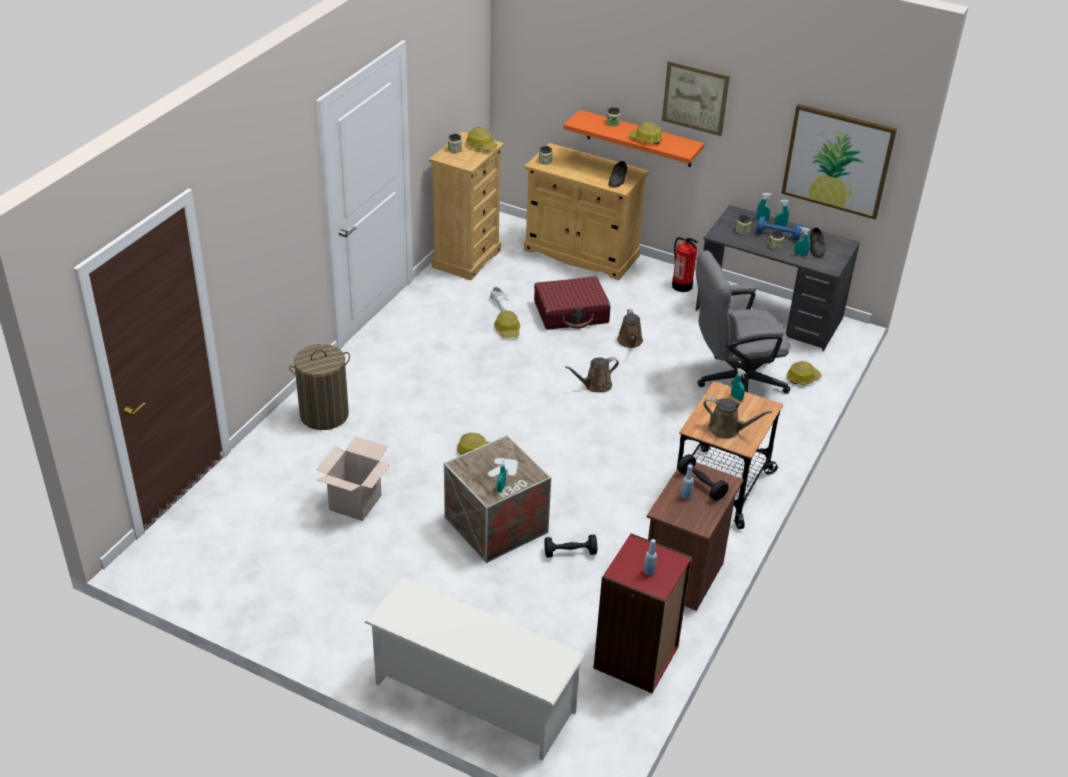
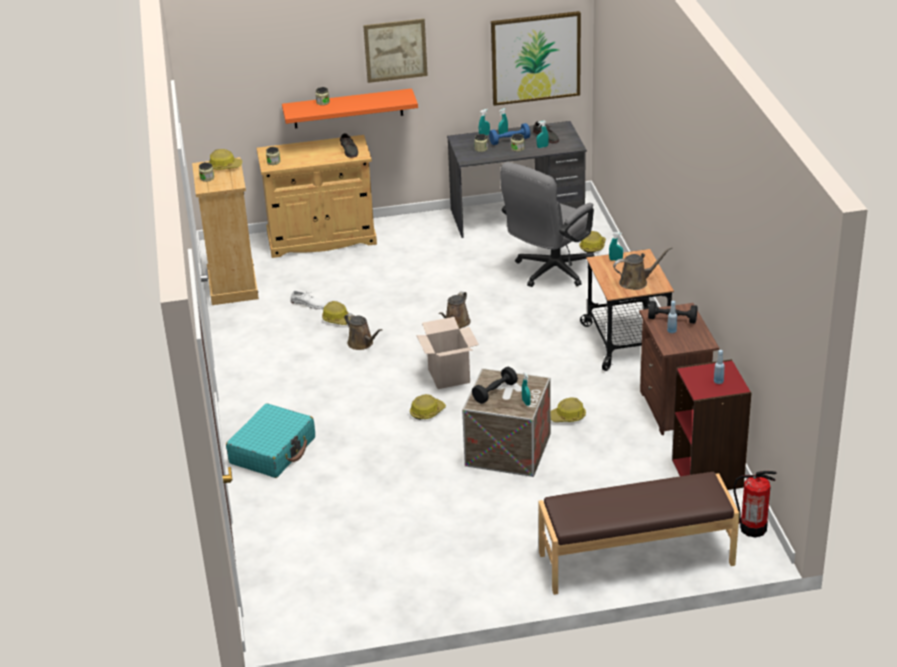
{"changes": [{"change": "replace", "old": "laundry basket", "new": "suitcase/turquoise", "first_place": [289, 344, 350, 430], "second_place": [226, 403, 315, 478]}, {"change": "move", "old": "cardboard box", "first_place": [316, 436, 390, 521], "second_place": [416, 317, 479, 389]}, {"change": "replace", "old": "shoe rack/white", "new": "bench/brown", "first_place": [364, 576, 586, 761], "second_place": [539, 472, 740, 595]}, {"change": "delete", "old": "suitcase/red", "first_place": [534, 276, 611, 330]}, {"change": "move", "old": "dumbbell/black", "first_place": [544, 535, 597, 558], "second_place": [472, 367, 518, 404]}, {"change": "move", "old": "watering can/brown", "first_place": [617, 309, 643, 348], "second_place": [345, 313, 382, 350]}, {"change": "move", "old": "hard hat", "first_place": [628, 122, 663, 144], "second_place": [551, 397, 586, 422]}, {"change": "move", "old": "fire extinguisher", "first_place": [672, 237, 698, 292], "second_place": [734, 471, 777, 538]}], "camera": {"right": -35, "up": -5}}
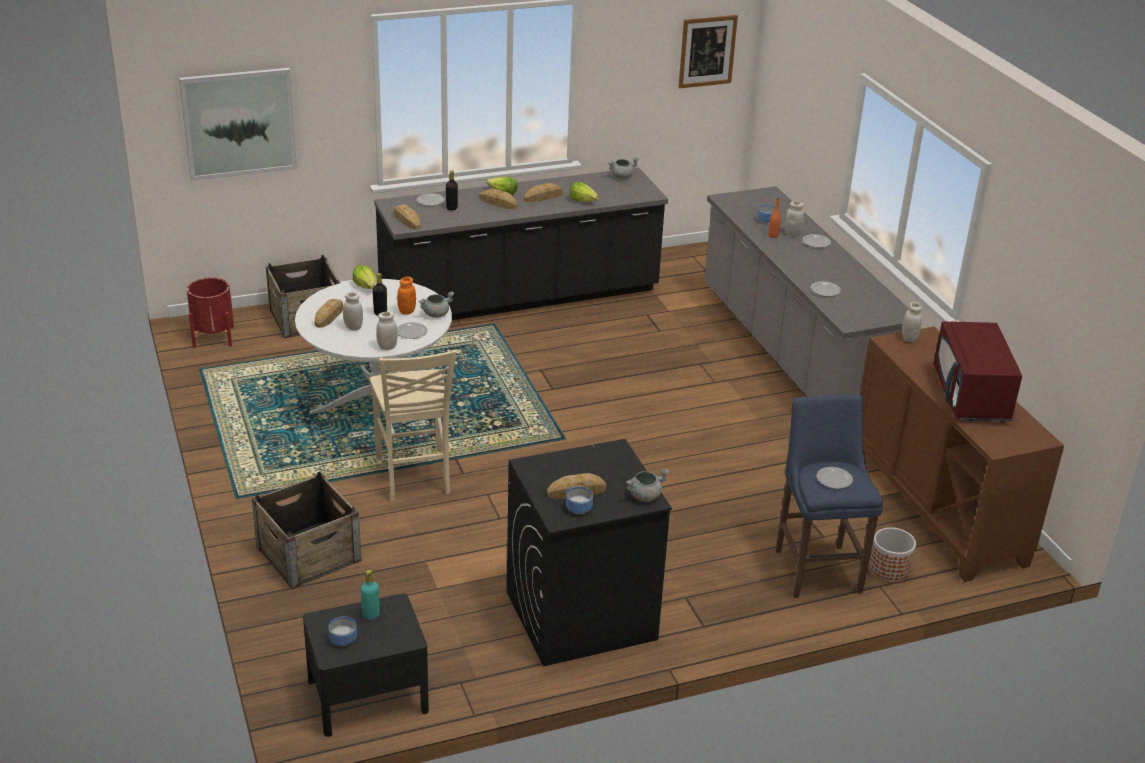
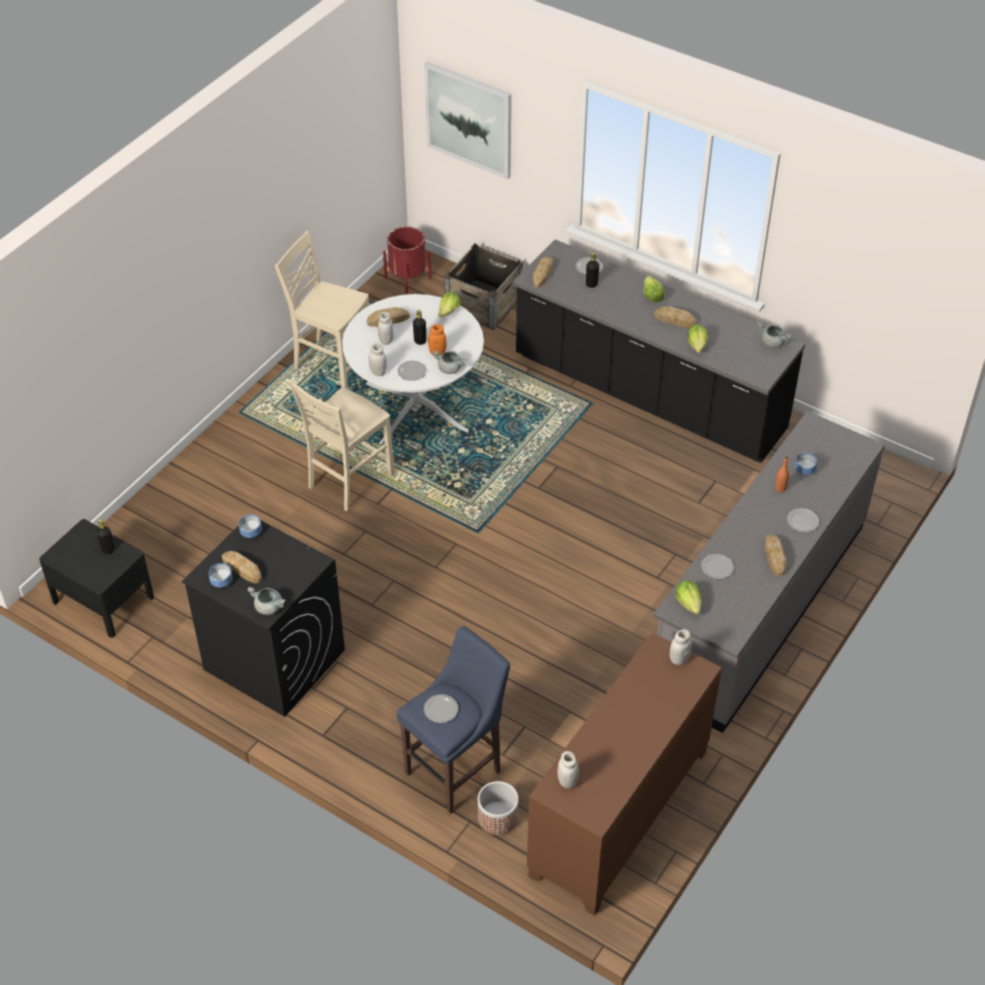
{"changes": [{"change": "delete", "old": "crate", "first_place": [252, 472, 361, 589]}, {"change": "move", "old": "bowl", "first_place": [329, 617, 357, 646], "second_place": [239, 514, 262, 538]}, {"change": "recolor", "old": "bottle/turquoise", "new": "bottle/black", "first_place": [361, 570, 380, 620], "second_place": [96, 519, 115, 554]}, {"change": "move", "old": "bread", "first_place": [479, 189, 517, 209], "second_place": [765, 535, 787, 576]}, {"change": "delete", "old": "picture", "first_place": [679, 15, 738, 88]}, {"change": "move", "old": "jar/white", "first_place": [785, 201, 804, 236], "second_place": [557, 751, 579, 788]}, {"change": "delete", "old": "microwave/red", "first_place": [933, 321, 1022, 423]}, {"change": "insert", "new": "chair/beige", "second_place": [275, 230, 369, 389]}, {"change": "insert", "new": "lettuce", "second_place": [675, 580, 702, 615]}], "camera": {"right": 55, "up": 15}}
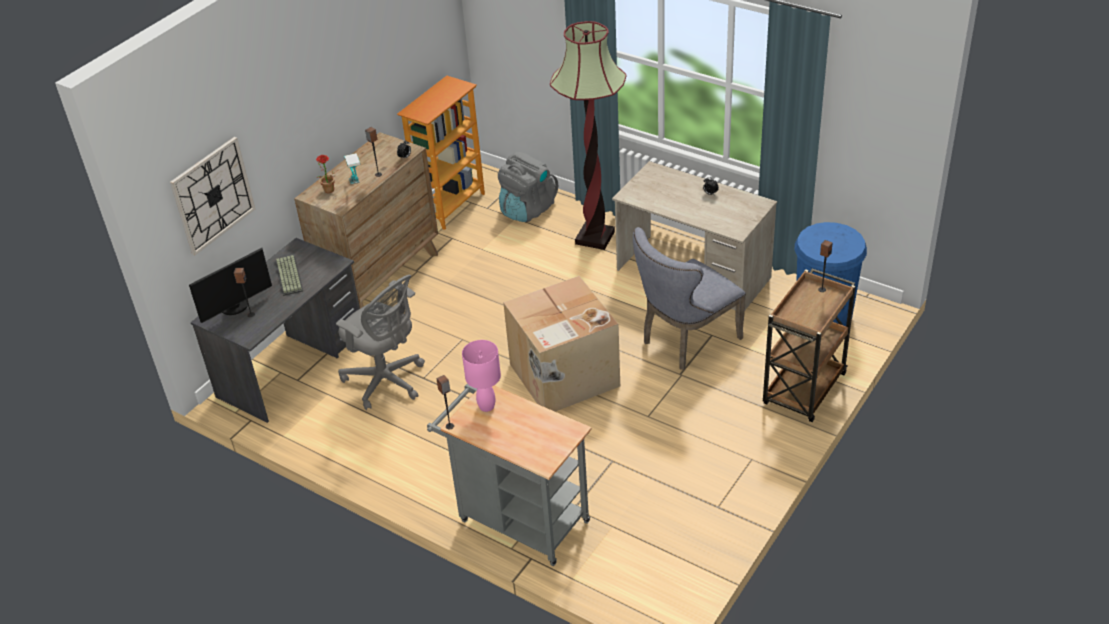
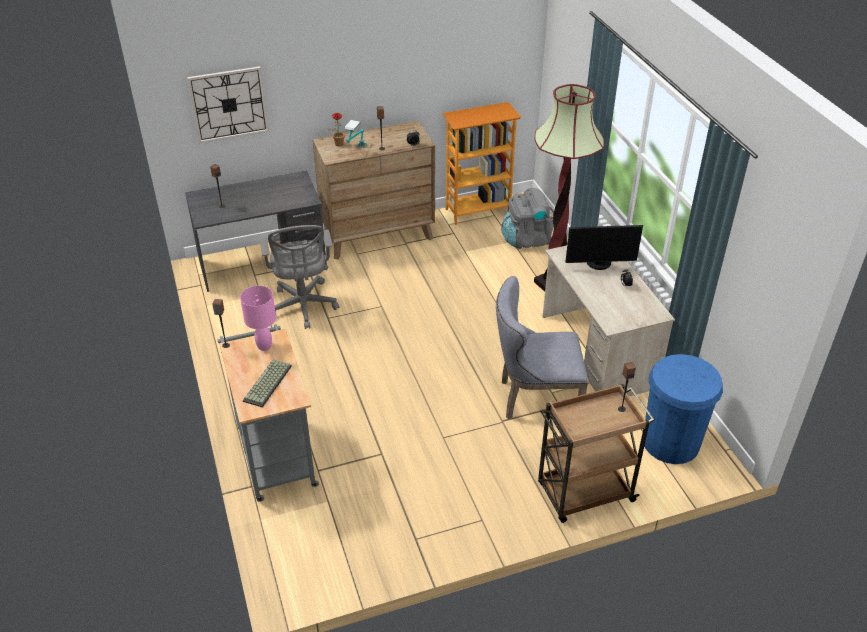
{"changes": [{"change": "move", "old": "monitor", "first_place": [189, 248, 272, 323], "second_place": [565, 225, 643, 270]}, {"change": "move", "old": "keyboard", "first_place": [275, 255, 303, 296], "second_place": [243, 359, 292, 407]}, {"change": "delete", "old": "cardboard box", "first_place": [503, 276, 620, 412]}], "camera": {"right": 35, "up": 0}}
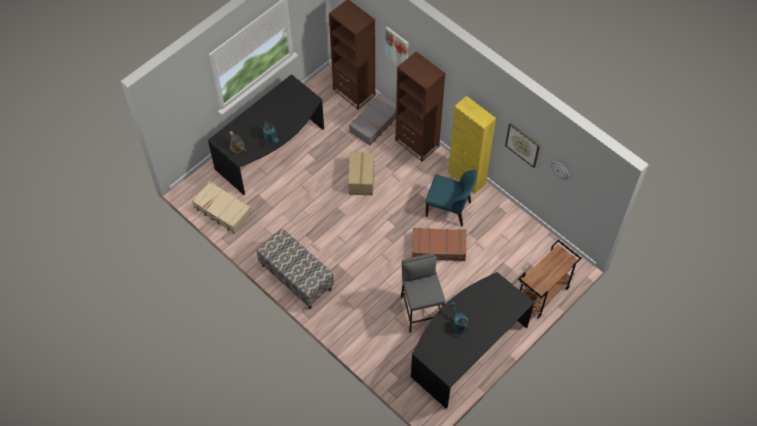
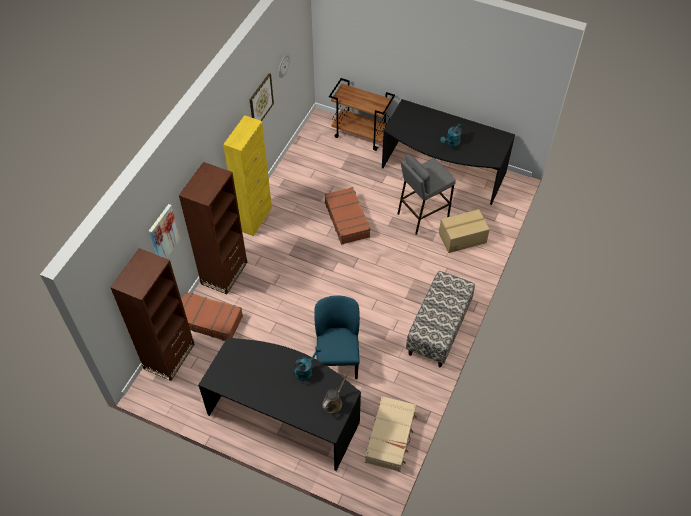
{"changes": [{"change": "move", "old": "cardboard box", "first_place": [348, 152, 374, 195], "second_place": [439, 209, 490, 253]}, {"change": "recolor", "old": "suitcase/grey", "new": "suitcase/brown", "first_place": [349, 93, 396, 145], "second_place": [182, 292, 243, 341]}, {"change": "move", "old": "chair/blue", "first_place": [425, 170, 477, 227], "second_place": [314, 296, 360, 379]}], "camera": {"right": -110, "up": -5}}
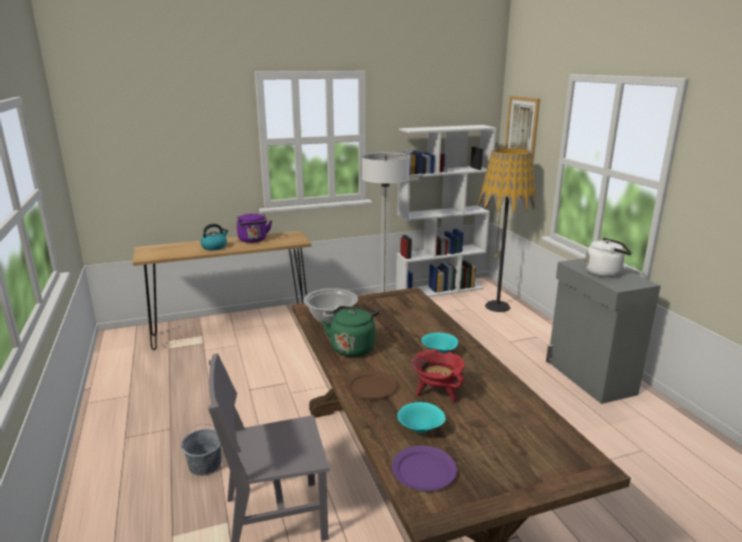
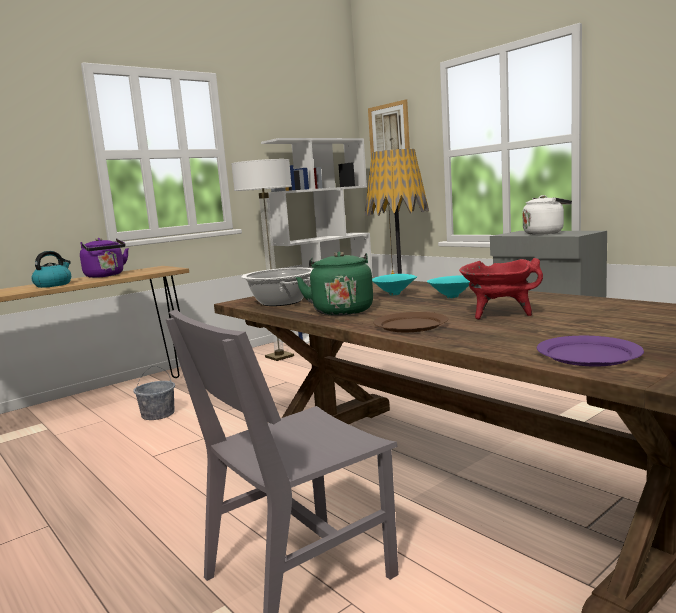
{"changes": [{"change": "move", "old": "bucket/grey", "first_place": [181, 424, 221, 476], "second_place": [133, 366, 175, 420]}, {"change": "move", "old": "bowl/turquoise", "first_place": [397, 402, 446, 433], "second_place": [372, 274, 417, 295]}], "camera": {"right": -20, "up": -10}}
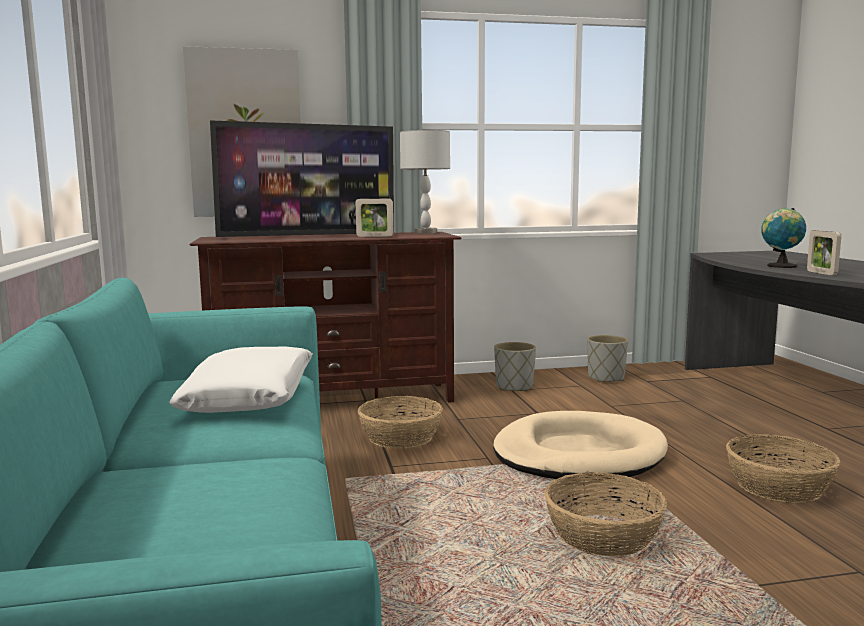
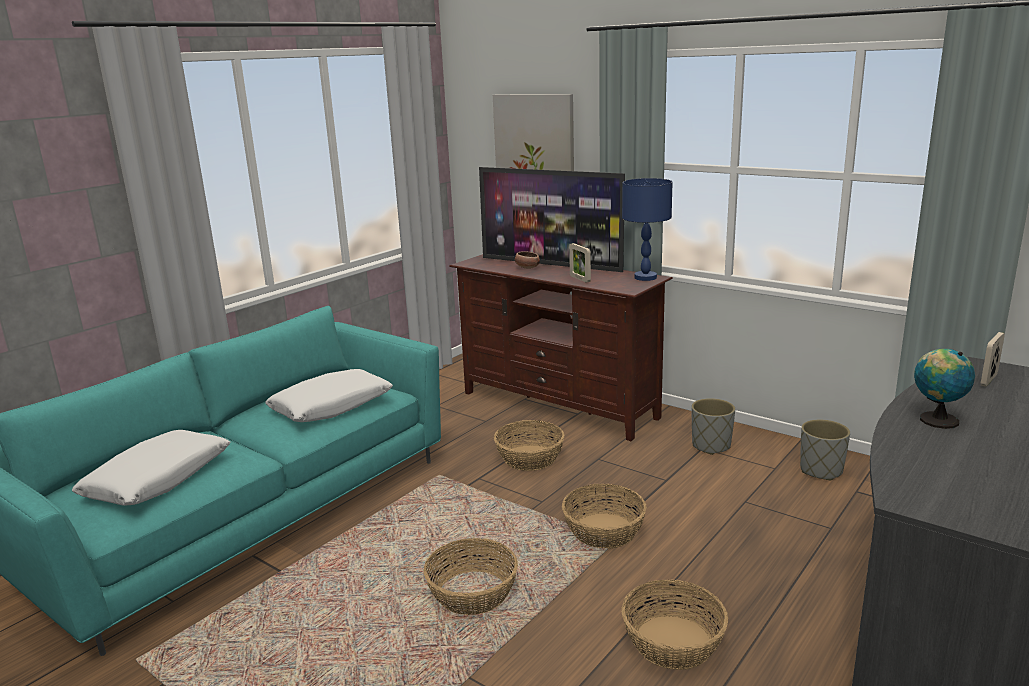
{"changes": [{"change": "recolor", "old": "table lamp/grey", "new": "table lamp/blue", "first_place": [400, 130, 450, 234], "second_place": [622, 178, 672, 281]}, {"change": "replace", "old": "dog bed/beige", "new": "basket", "first_place": [493, 411, 668, 481], "second_place": [562, 484, 647, 549]}, {"change": "move", "old": "picture frame", "first_place": [807, 230, 841, 275], "second_place": [980, 332, 1005, 387]}, {"change": "insert", "new": "pillow/white", "second_place": [72, 430, 230, 506]}, {"change": "insert", "new": "bowl", "second_place": [515, 251, 540, 269]}], "camera": {"right": 50, "up": 10}}
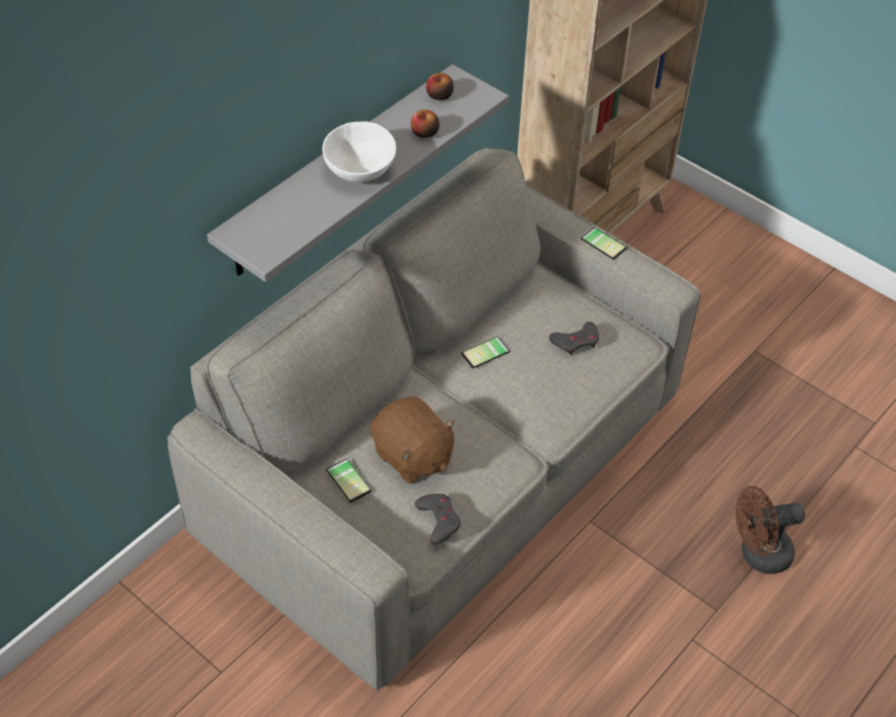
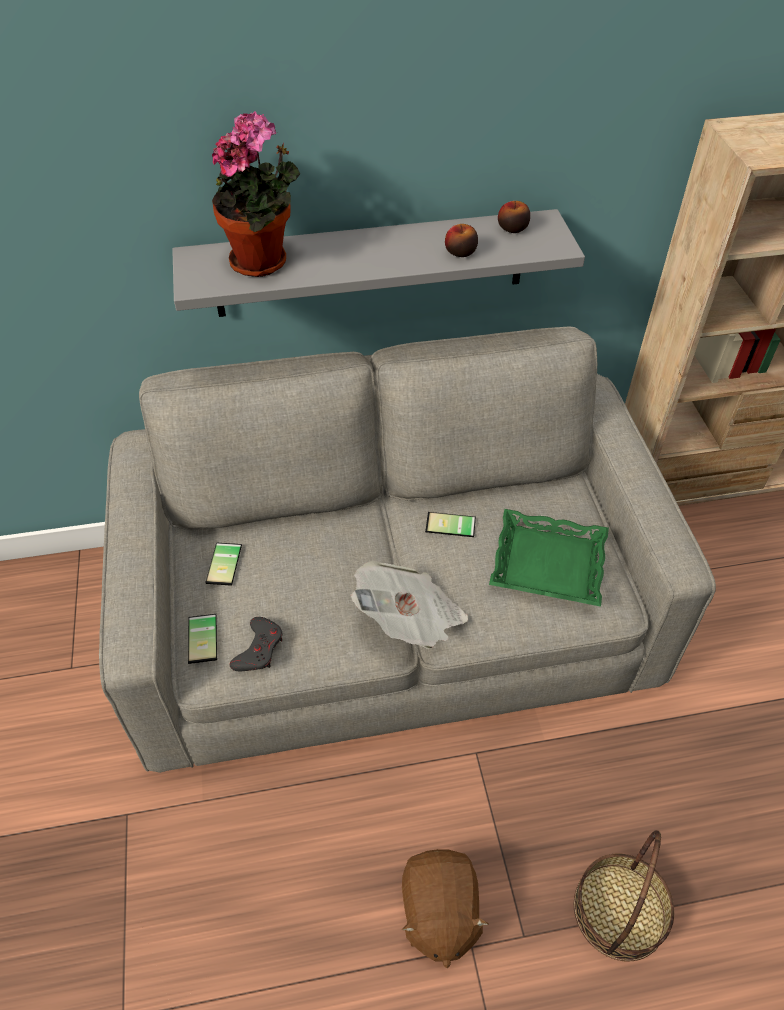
{"changes": [{"change": "delete", "old": "bowl/white", "first_place": [322, 121, 396, 182]}, {"change": "move", "old": "plush toy/brown", "first_place": [370, 396, 456, 484], "second_place": [401, 849, 489, 968]}, {"change": "replace", "old": "game controller/grey", "new": "tray/green", "first_place": [549, 322, 599, 355], "second_place": [489, 509, 609, 607]}, {"change": "move", "old": "phone", "first_place": [581, 227, 627, 260], "second_place": [188, 614, 223, 664]}, {"change": "replace", "old": "fan/brown", "new": "basket", "first_place": [736, 486, 805, 574], "second_place": [574, 830, 674, 962]}, {"change": "insert", "new": "potted plant", "second_place": [212, 111, 300, 277]}, {"change": "insert", "new": "newspaper", "second_place": [350, 561, 468, 649]}], "camera": {"right": 40, "up": 0}}
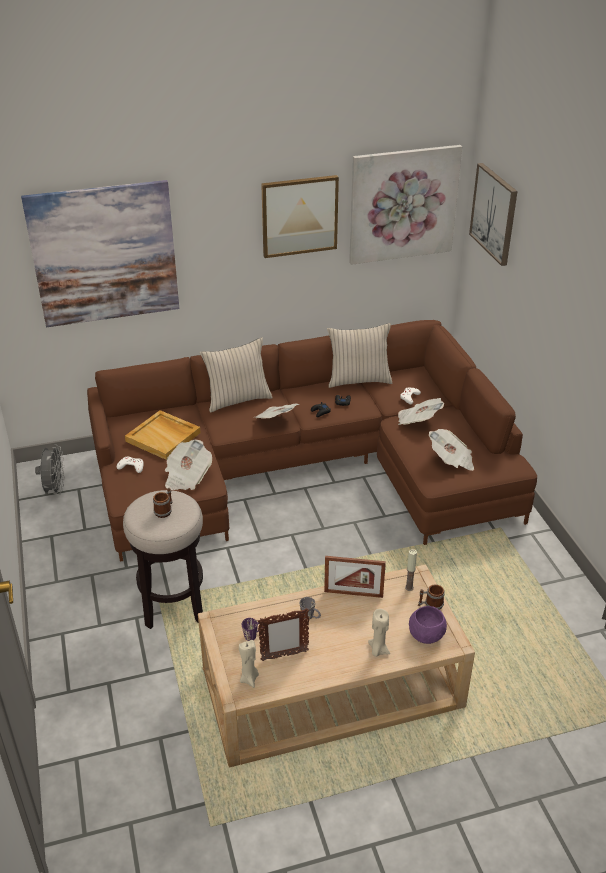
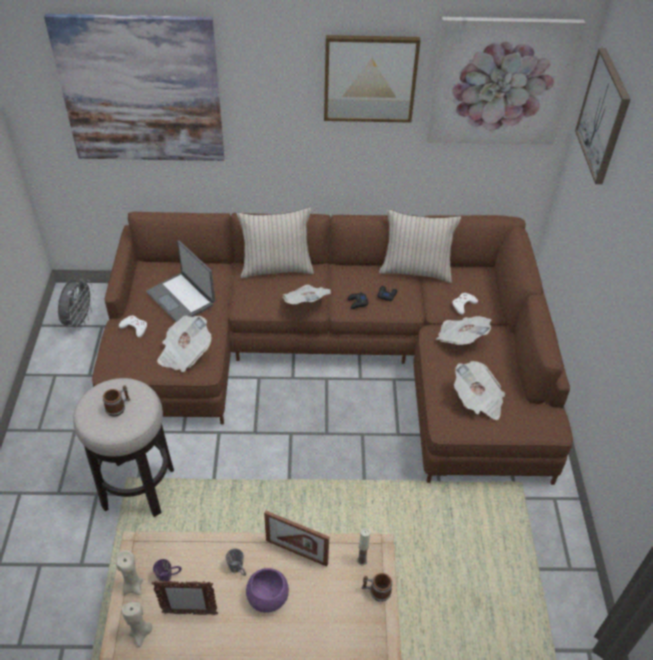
{"changes": [{"change": "replace", "old": "tray/beige", "new": "laptop", "first_place": [125, 410, 201, 460], "second_place": [146, 240, 215, 322]}, {"change": "move", "old": "candle/beige", "first_place": [368, 609, 390, 657], "second_place": [116, 550, 143, 595]}, {"change": "move", "old": "bowl/purple", "first_place": [409, 606, 447, 644], "second_place": [246, 568, 289, 612]}], "camera": {"right": 15, "up": 10}}
